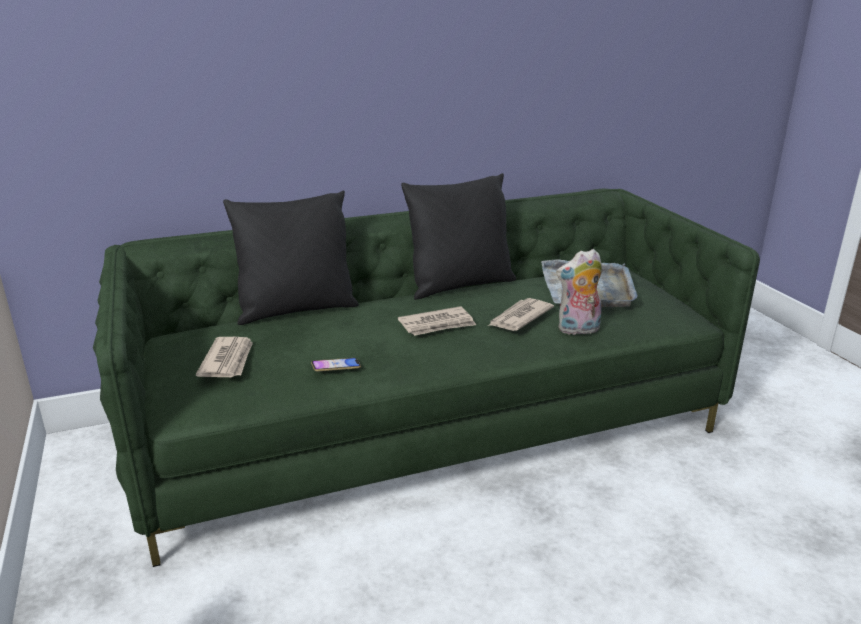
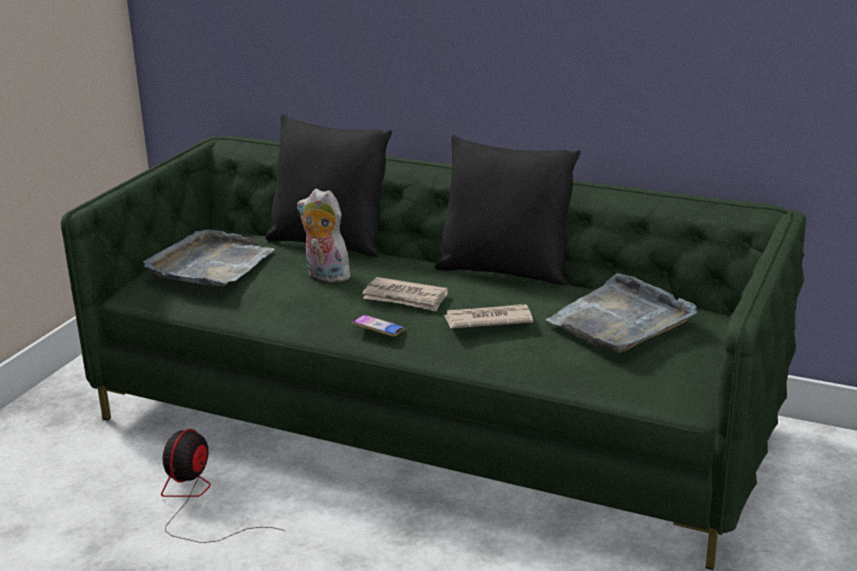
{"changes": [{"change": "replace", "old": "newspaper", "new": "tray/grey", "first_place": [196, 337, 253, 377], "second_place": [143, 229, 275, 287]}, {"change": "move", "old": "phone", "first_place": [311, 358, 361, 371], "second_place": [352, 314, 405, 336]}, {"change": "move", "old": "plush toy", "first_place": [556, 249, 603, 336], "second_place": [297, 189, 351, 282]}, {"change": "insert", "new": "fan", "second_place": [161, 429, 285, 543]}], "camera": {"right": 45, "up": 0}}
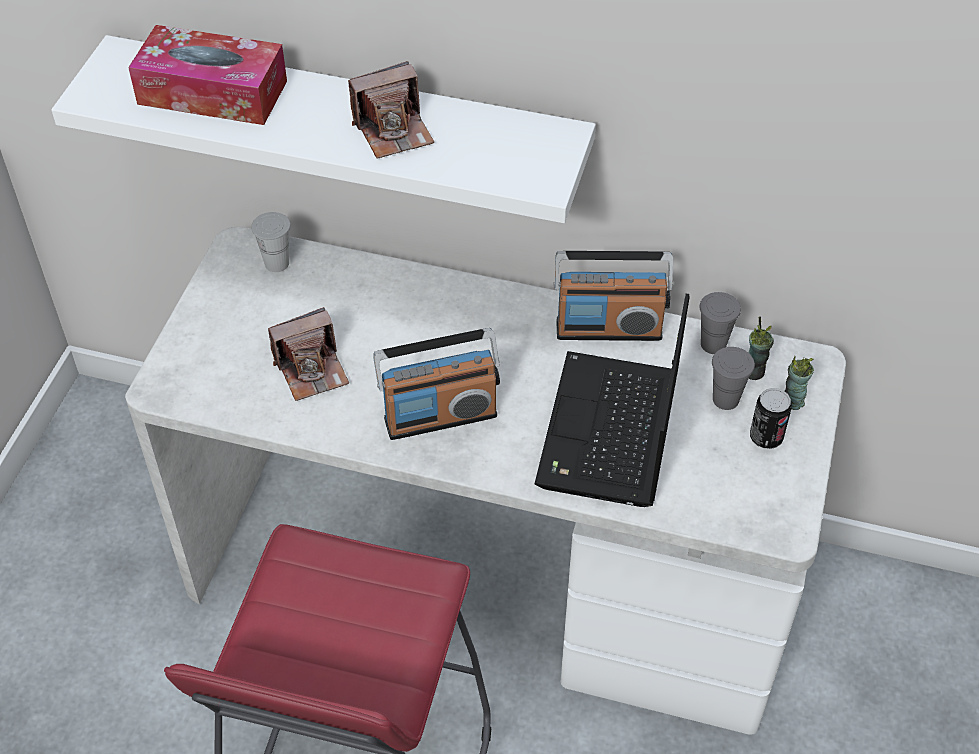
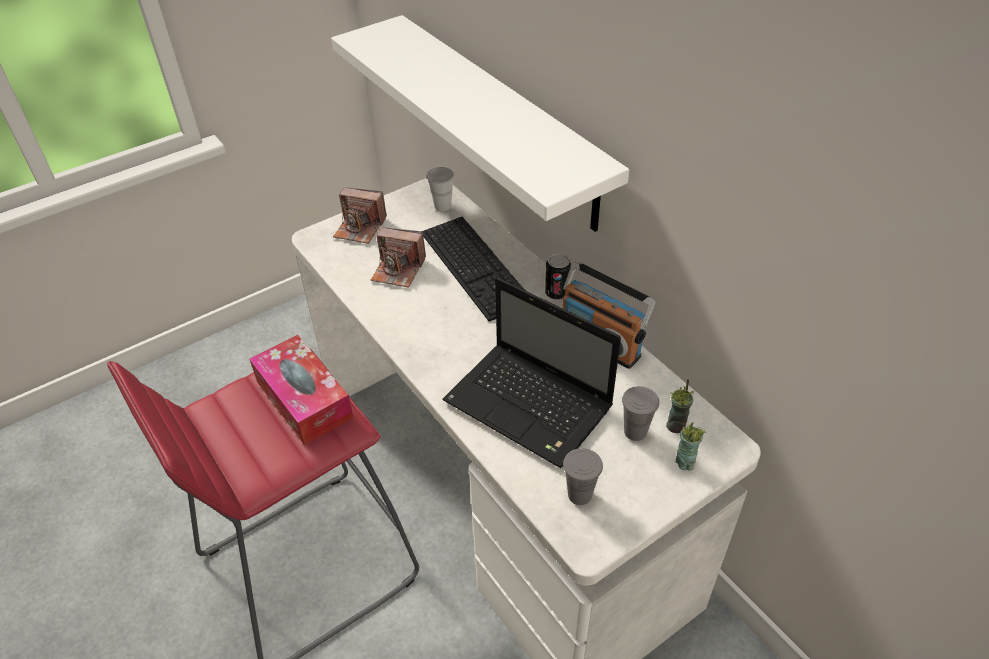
{"changes": [{"change": "move", "old": "tissue box", "first_place": [128, 25, 287, 125], "second_place": [249, 335, 354, 445]}, {"change": "move", "old": "photo camera", "first_place": [348, 61, 434, 159], "second_place": [333, 187, 387, 244]}, {"change": "delete", "old": "radio", "first_place": [373, 328, 500, 440]}, {"change": "rotate", "old": "laptop", "first_place": [535, 294, 690, 507], "second_place": [442, 278, 621, 468], "degrees": -105}, {"change": "move", "old": "cup/grey", "first_place": [699, 292, 741, 354], "second_place": [563, 448, 603, 505]}, {"change": "move", "old": "can", "first_place": [750, 388, 792, 449], "second_place": [545, 253, 571, 300]}, {"change": "insert", "new": "keyboard", "second_place": [422, 217, 526, 322]}], "camera": {"right": 40, "up": -5}}
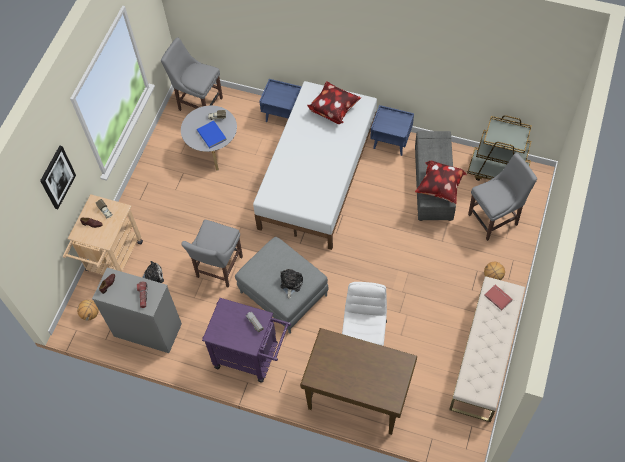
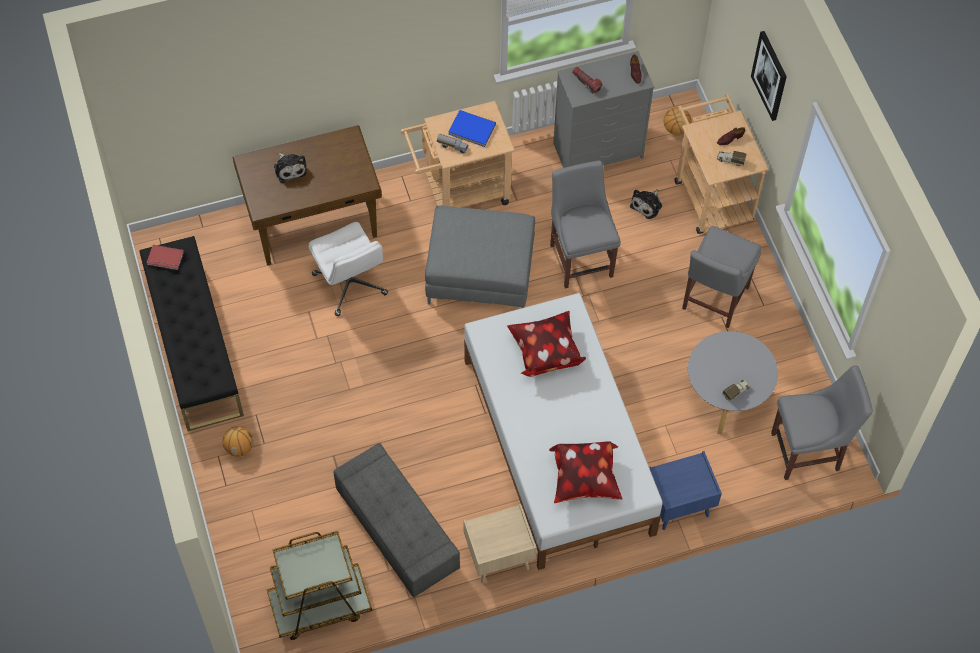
{"changes": [{"change": "move", "old": "book/blue", "first_place": [197, 121, 227, 148], "second_place": [448, 110, 496, 147]}, {"change": "recolor", "old": "cart/purple", "new": "cart/beige", "first_place": [202, 298, 291, 383], "second_place": [400, 101, 515, 207]}, {"change": "move", "old": "plush toy", "first_place": [280, 269, 303, 299], "second_place": [274, 152, 307, 183]}, {"change": "recolor", "old": "nightstand/blue", "new": "nightstand/beige", "first_place": [370, 105, 414, 156], "second_place": [463, 504, 537, 583]}, {"change": "move", "old": "pillow", "first_place": [415, 161, 467, 204], "second_place": [507, 311, 586, 377]}, {"change": "recolor", "old": "bench/beige", "new": "bench/black", "first_place": [449, 276, 525, 422], "second_place": [140, 236, 244, 431]}, {"change": "move", "old": "chair/grey", "first_place": [468, 153, 537, 241], "second_place": [682, 226, 761, 328]}, {"change": "move", "old": "book/red", "first_place": [484, 285, 513, 311], "second_place": [147, 245, 184, 270]}], "camera": {"right": 140, "up": 0}}
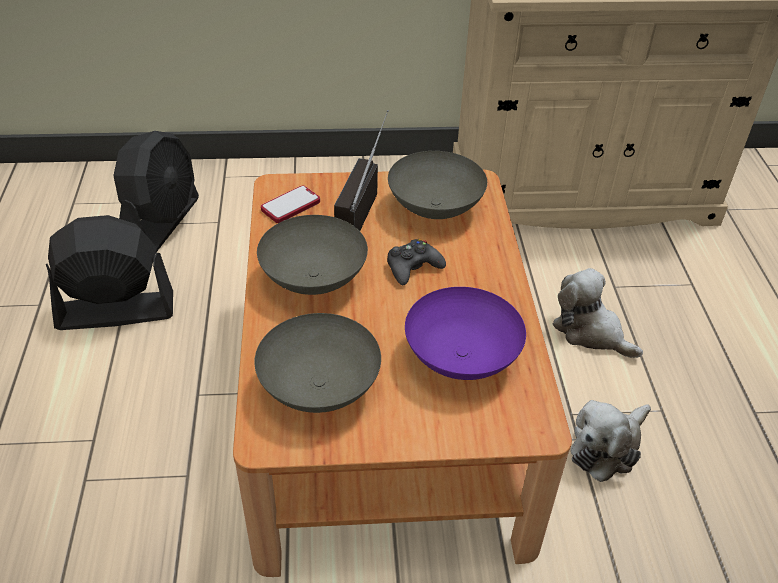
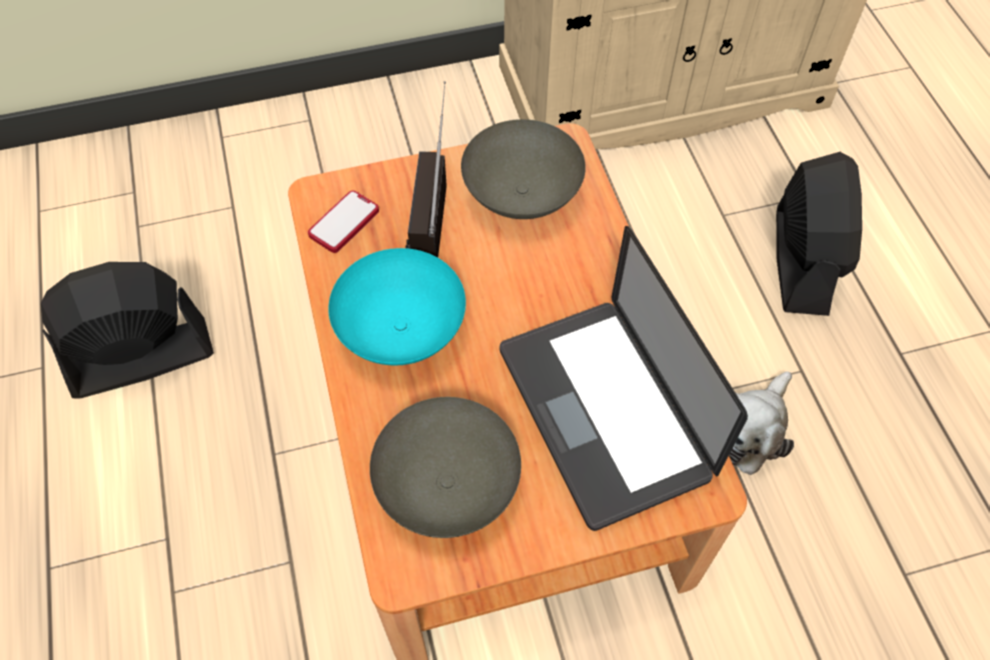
{"changes": [{"change": "move", "old": "fan/black", "first_place": [113, 131, 199, 254], "second_place": [776, 152, 862, 316]}, {"change": "recolor", "old": "bowl/grey", "new": "bowl/turquoise", "first_place": [257, 215, 368, 295], "second_place": [328, 248, 466, 365]}, {"change": "delete", "old": "game controller/black", "first_place": [387, 239, 446, 285]}, {"change": "replace", "old": "bowl/purple", "new": "laptop", "first_place": [405, 287, 526, 380], "second_place": [500, 226, 748, 531]}, {"change": "delete", "old": "plush toy", "first_place": [553, 268, 643, 358]}], "camera": {"right": -10, "up": 15}}
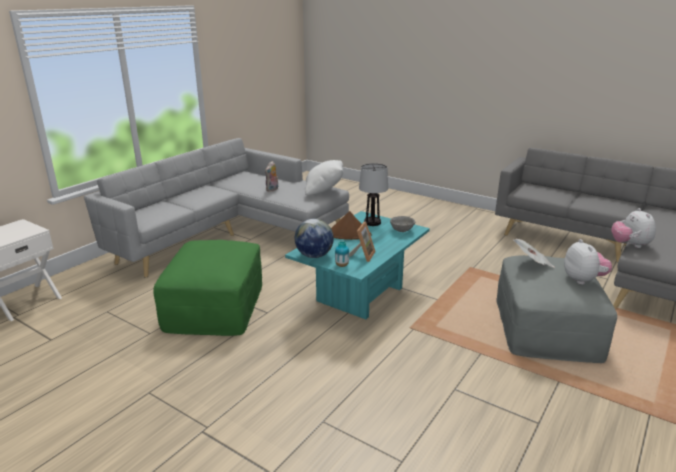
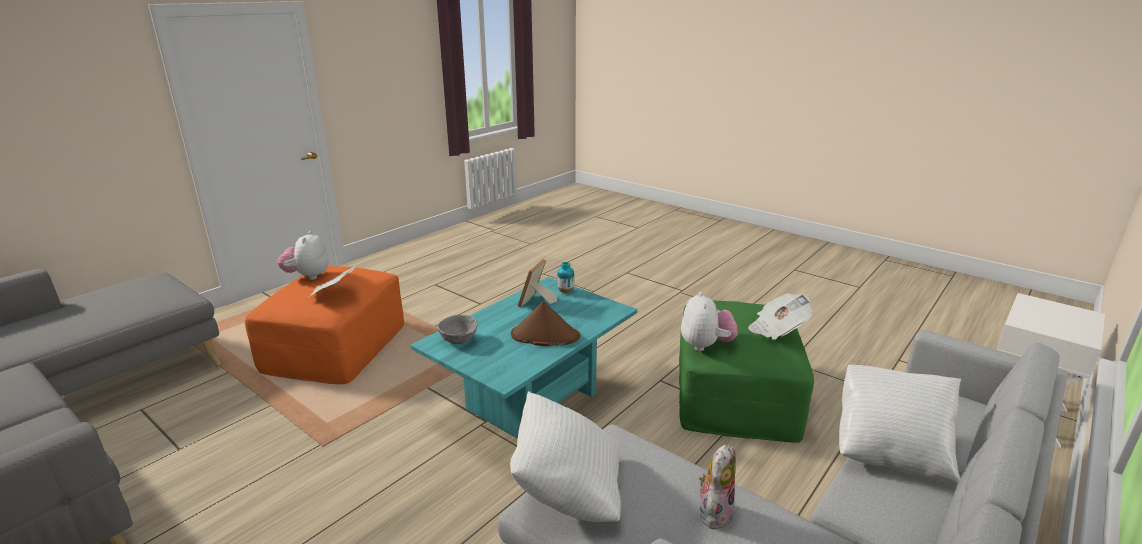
{"changes": [{"change": "delete", "old": "globe", "first_place": [295, 219, 334, 258]}, {"change": "delete", "old": "table lamp", "first_place": [359, 163, 388, 226]}, {"change": "recolor", "old": "ottoman/grey", "new": "ottoman/orange", "first_place": [496, 255, 617, 363], "second_place": [245, 266, 404, 384]}, {"change": "move", "old": "plush toy", "first_place": [611, 208, 656, 248], "second_place": [681, 291, 737, 351]}, {"change": "insert", "new": "newspaper", "second_place": [748, 293, 813, 340]}, {"change": "insert", "new": "pillow/white", "second_place": [839, 365, 961, 486]}], "camera": {"right": -175, "up": 0}}
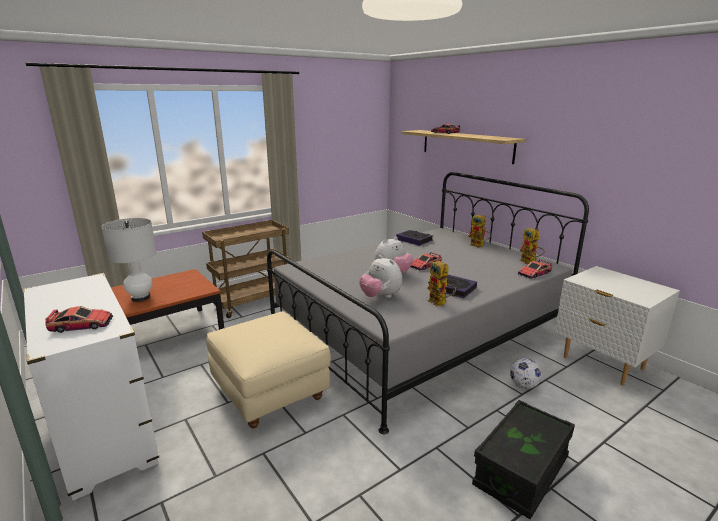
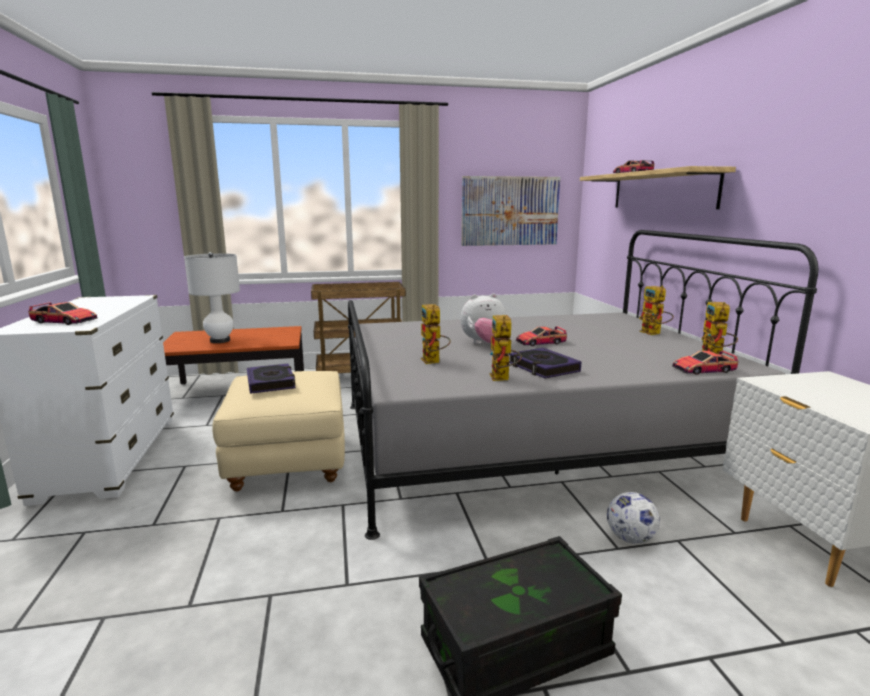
{"changes": [{"change": "replace", "old": "plush toy", "new": "toy robot", "first_place": [359, 255, 402, 298], "second_place": [421, 304, 451, 364]}, {"change": "move", "old": "book", "first_place": [396, 230, 433, 246], "second_place": [247, 364, 295, 394]}, {"change": "insert", "new": "picture", "second_place": [461, 176, 560, 246]}], "camera": {"right": 25, "up": -5}}
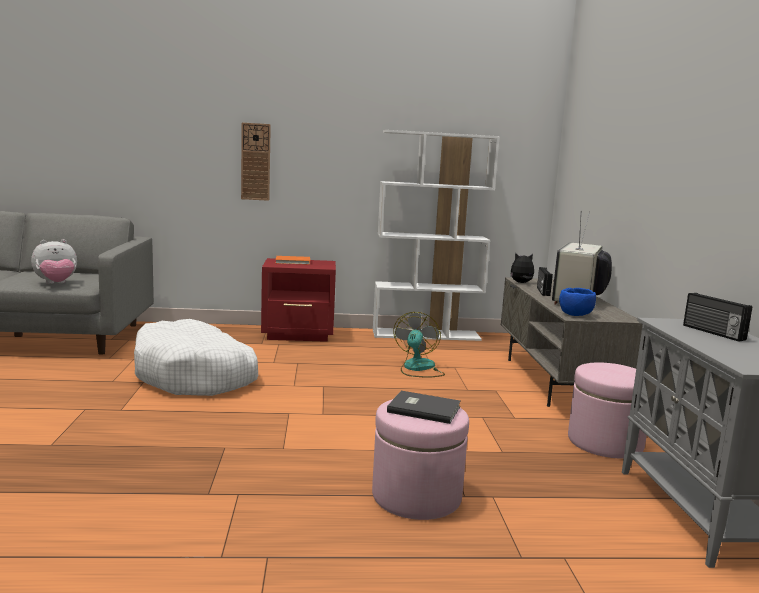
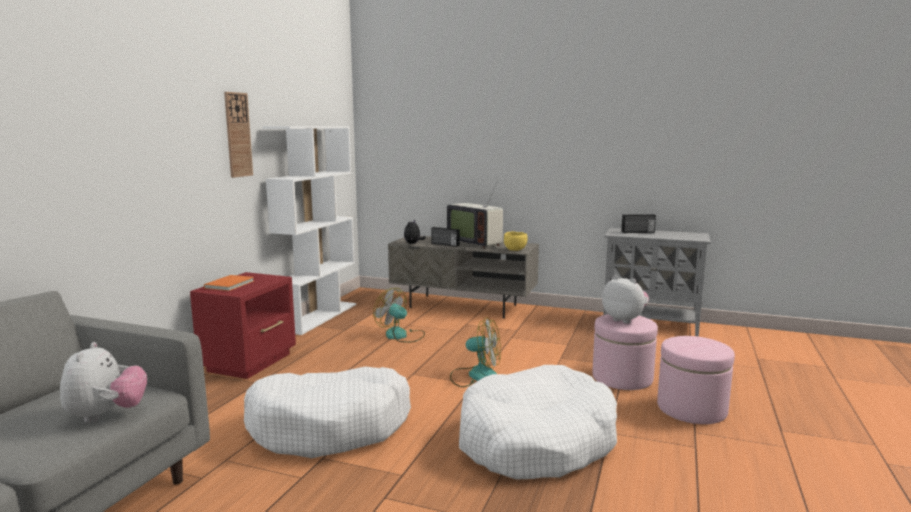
{"changes": [{"change": "move", "old": "wall clock", "first_place": [241, 123, 271, 201], "second_place": [224, 92, 253, 178]}, {"change": "replace", "old": "book/grey", "new": "plush toy", "first_place": [387, 391, 460, 424], "second_place": [602, 275, 649, 324]}, {"change": "recolor", "old": "bowl/blue", "new": "bowl/yellow", "first_place": [559, 288, 596, 316], "second_place": [504, 231, 528, 251]}, {"change": "move", "old": "ottoman/pink", "first_place": [568, 362, 647, 458], "second_place": [657, 336, 735, 424]}, {"change": "insert", "new": "fan", "second_place": [450, 318, 501, 387]}, {"change": "insert", "new": "dog bed/white", "second_place": [459, 365, 617, 480]}], "camera": {"right": -65, "up": 0}}
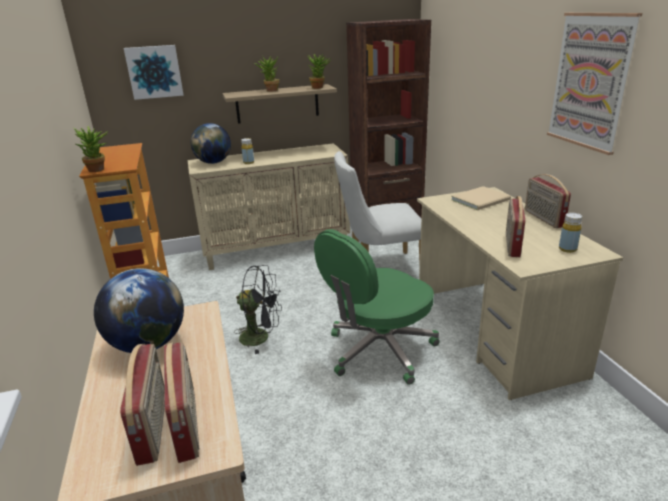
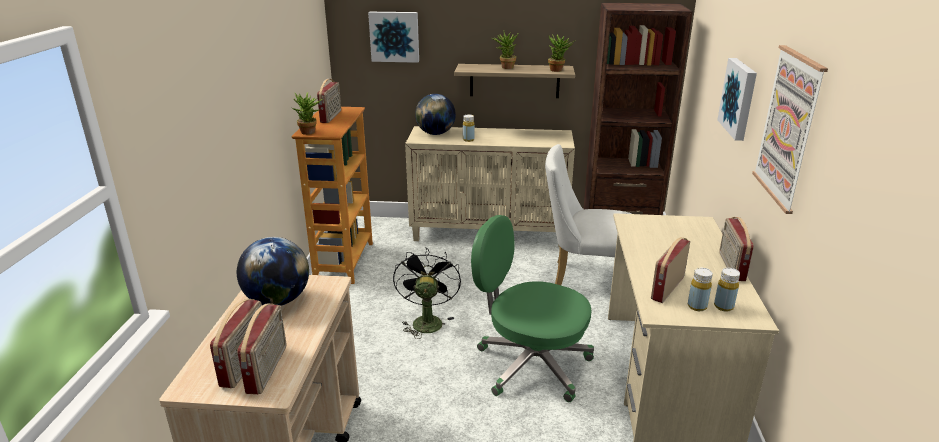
{"changes": [{"change": "rotate", "old": "fan/black", "first_place": [234, 265, 282, 354], "second_place": [393, 249, 461, 339], "degrees": -120}, {"change": "rotate", "old": "office chair/green", "first_place": [314, 229, 440, 385], "second_place": [471, 215, 594, 402], "degrees": 45}, {"change": "delete", "old": "book/beige", "first_place": [452, 186, 511, 210]}, {"change": "insert", "new": "radio", "second_place": [317, 79, 341, 123]}, {"change": "insert", "new": "bottle/yellow", "second_place": [688, 268, 713, 311]}, {"change": "insert", "new": "picture", "second_place": [717, 58, 757, 141]}], "camera": {"right": 20, "up": 0}}
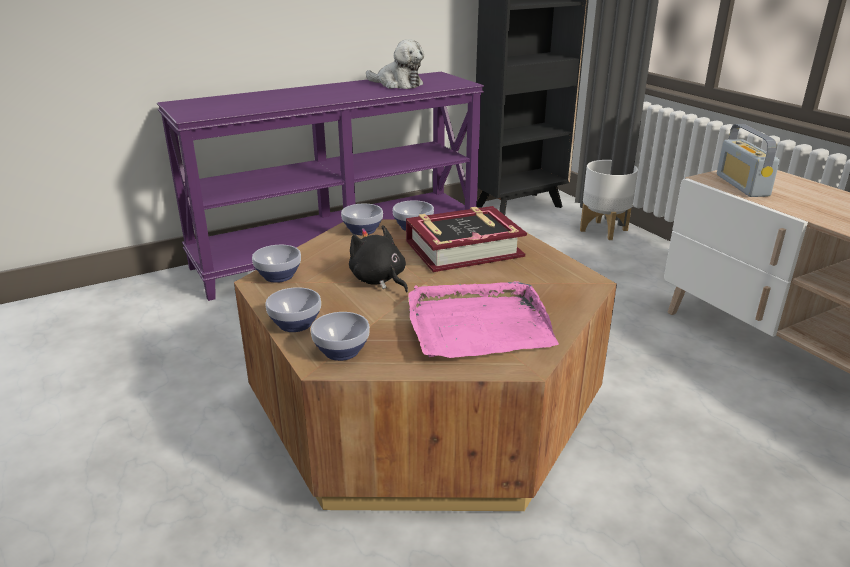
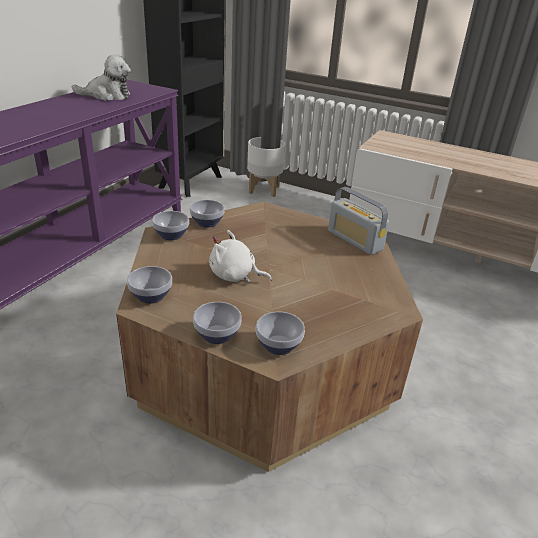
{"changes": [{"change": "recolor", "old": "plush toy/black", "new": "plush toy/white", "first_place": [349, 225, 408, 293], "second_place": [209, 230, 272, 283]}, {"change": "delete", "old": "book", "first_place": [406, 206, 527, 272]}, {"change": "delete", "old": "tray/pink", "first_place": [408, 281, 559, 358]}, {"change": "move", "old": "radio", "first_place": [717, 124, 780, 197], "second_place": [328, 187, 389, 255]}], "camera": {"right": -35, "up": 5}}
